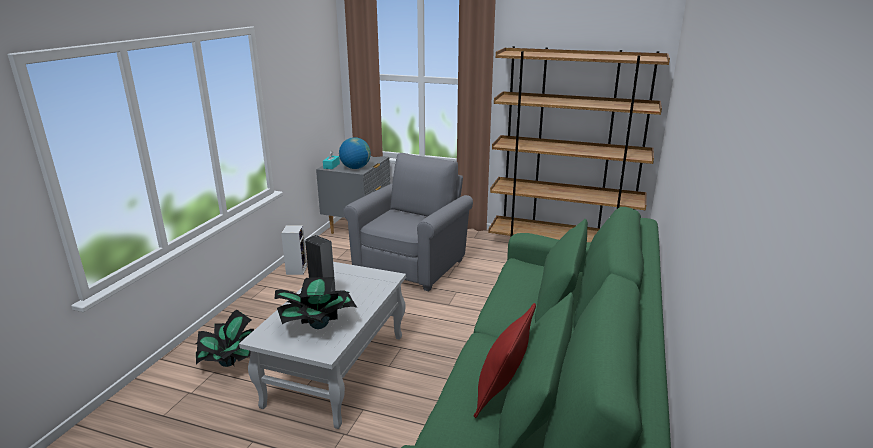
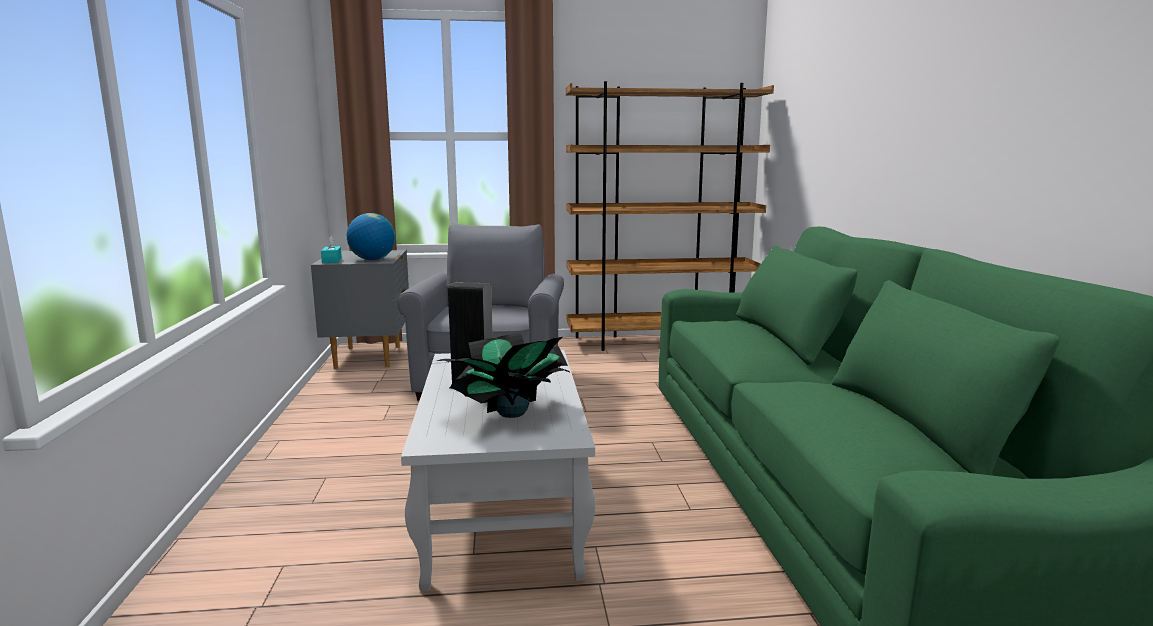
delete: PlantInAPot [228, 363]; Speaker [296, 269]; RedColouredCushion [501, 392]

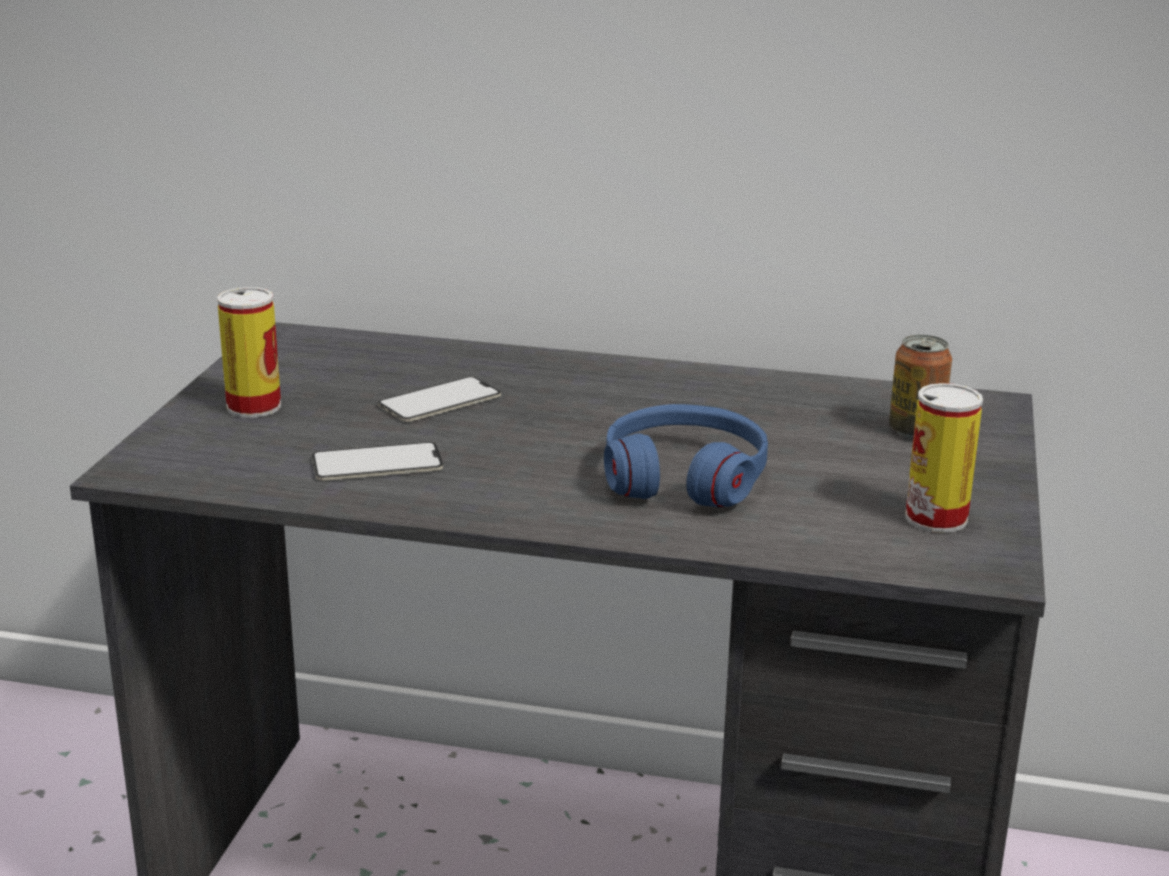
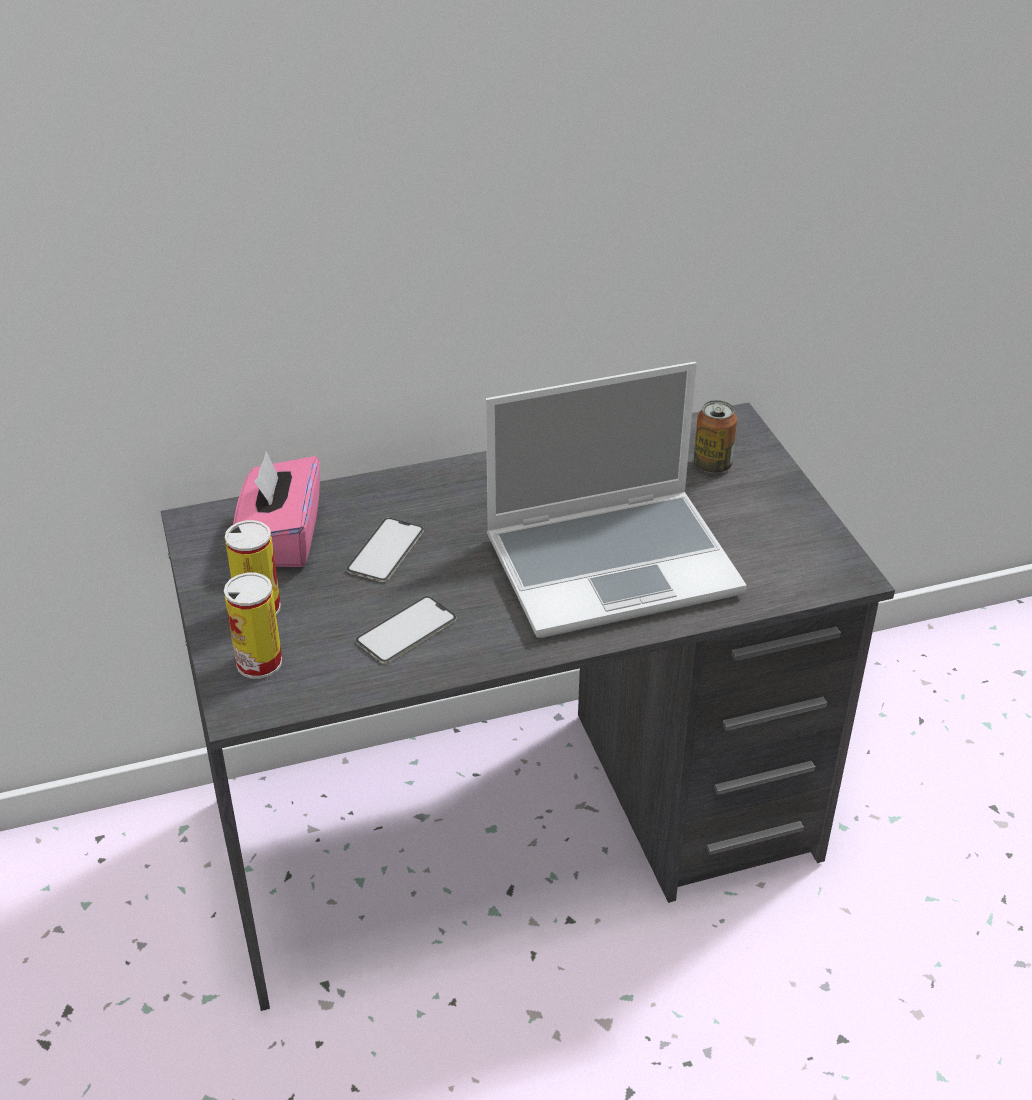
insert: PinkTissueHolder [281, 539]
move: MetalCan [936, 518] to [259, 662]
replace: BluishHeadphones [684, 477] to NotebookComputer [614, 564]

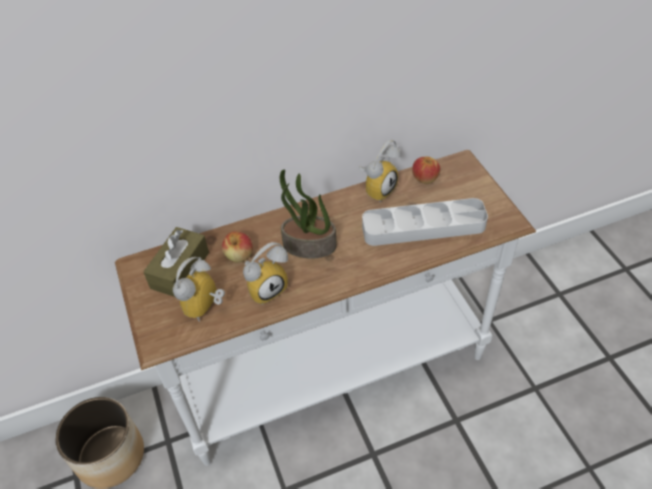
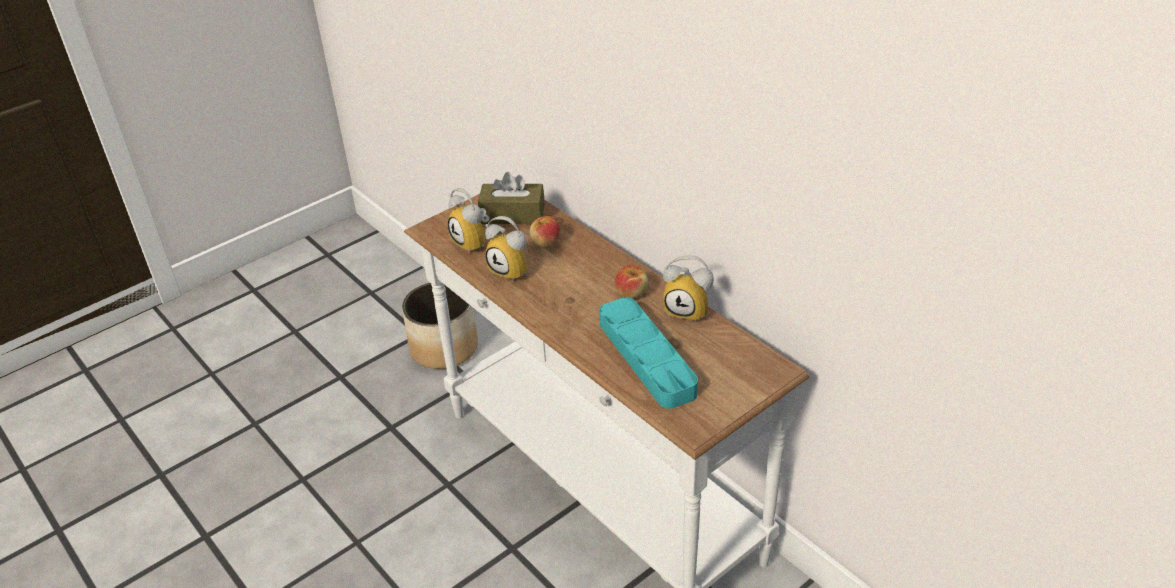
delete: PlantInAPot [308, 246]
move: AppleFruit [425, 178] to [631, 292]
recolor: GreyishCarryingTray [423, 227] to TurquoiseCarryingTray [646, 357]
rotate: AlarmClock [206, 309] = [474, 242] 135 degrees counterclockwise

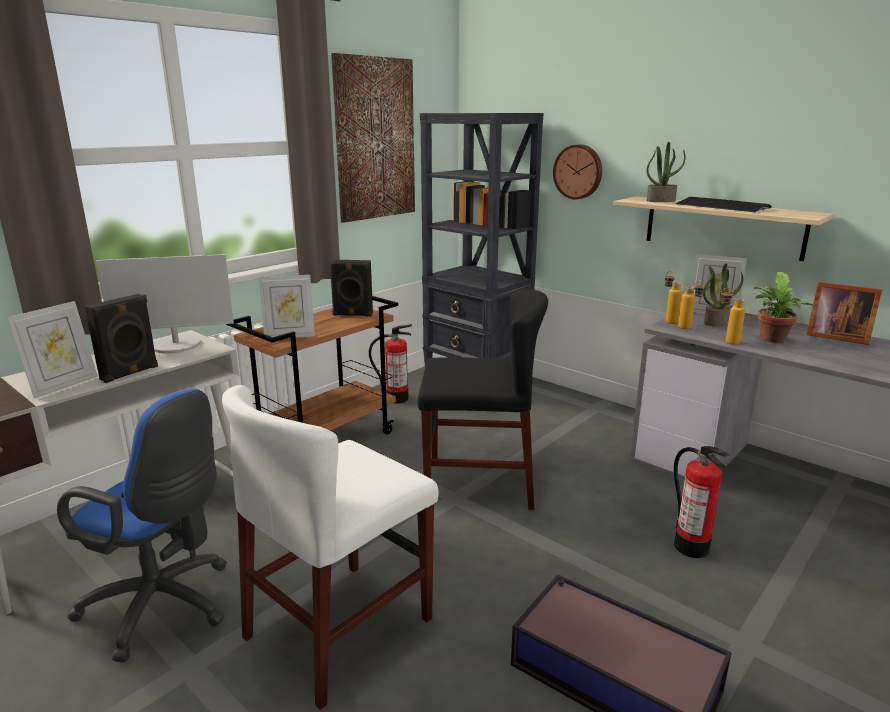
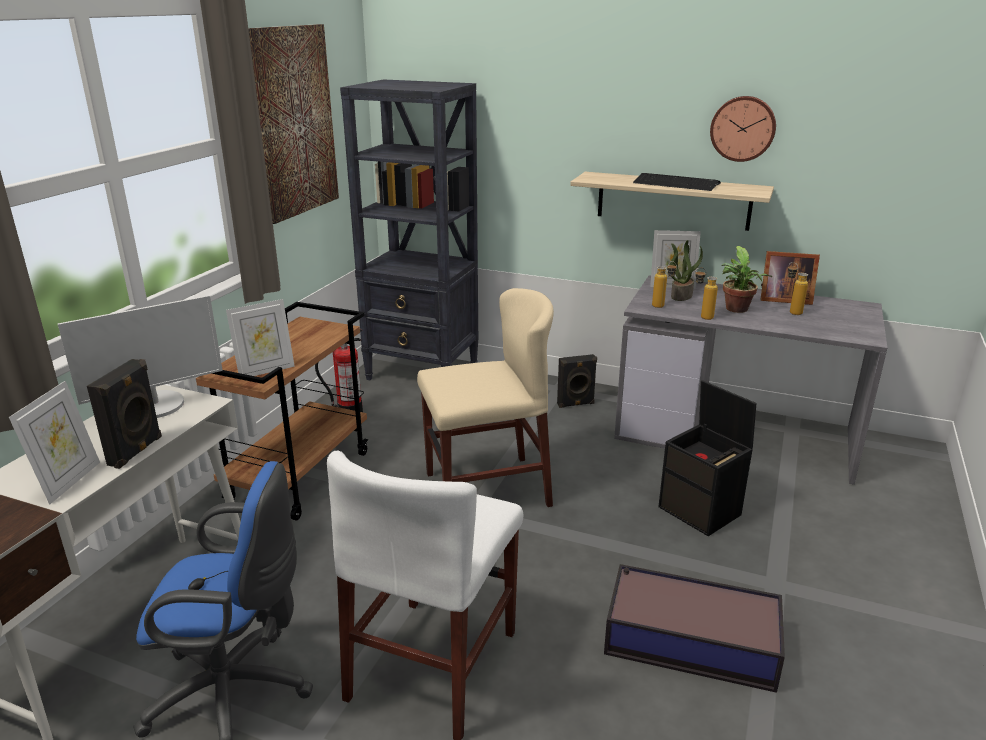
delete: PlantInAPot [661, 200]
move: BlackColouredSpeaker [352, 315] to [576, 404]; WallClock [578, 172] to [743, 128]; BeverageBottle [668, 321] to [791, 311]
replace: FireFightingCylinder [691, 547] to BlackColouredStorageBox [701, 511]
recolor: BlackColouredChair [479, 482] to SandColouredChair [487, 489]

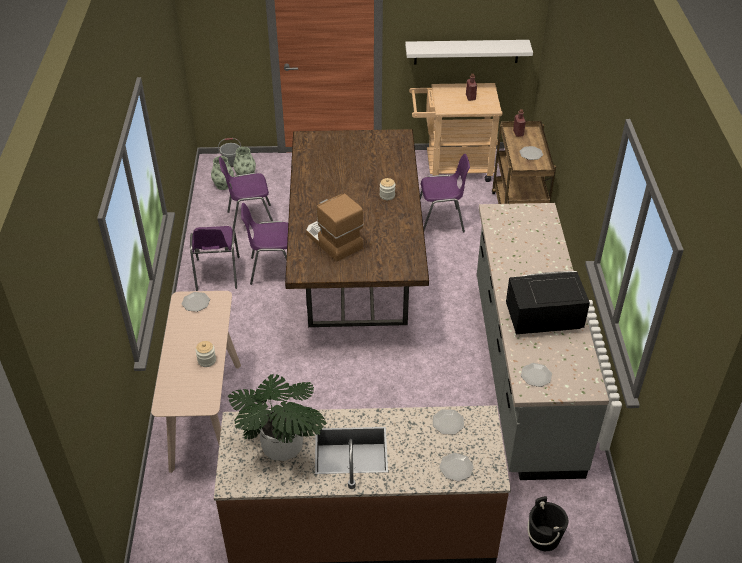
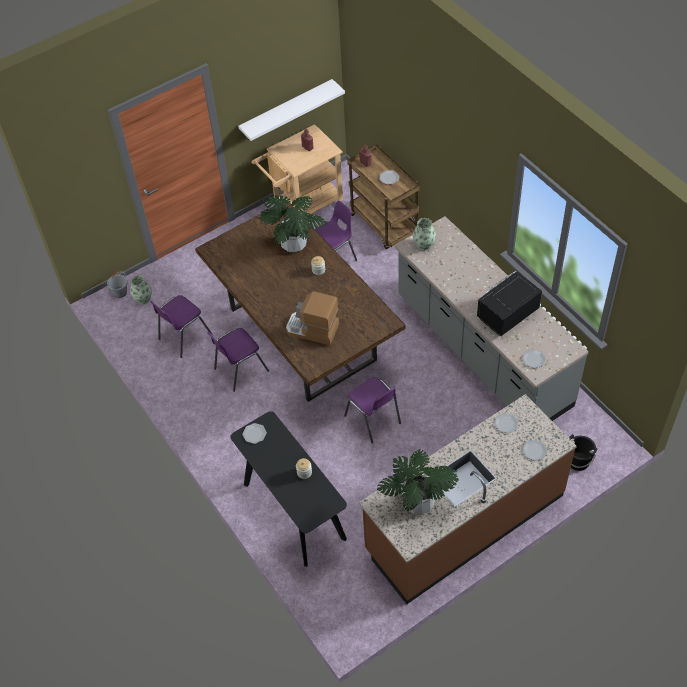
insert: PlantInAPot [294, 244]
move: PurplishChair [217, 275] to [373, 420]; DecorativeVase [223, 185] to [424, 244]
recolor: SandColouredConsoleTable [206, 415] to BlackColouredConsoleTable [293, 511]

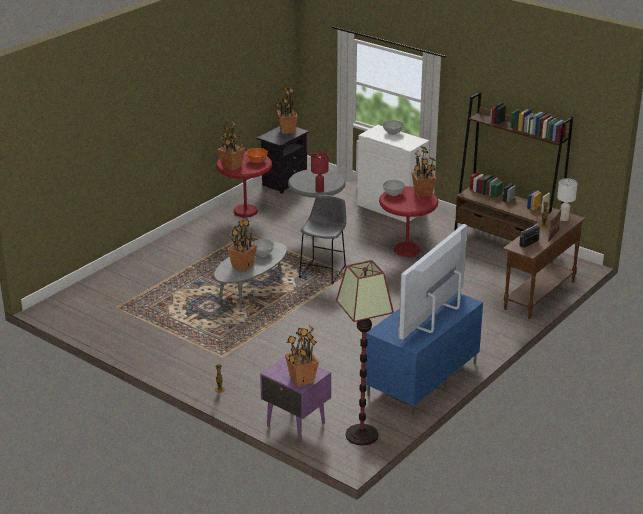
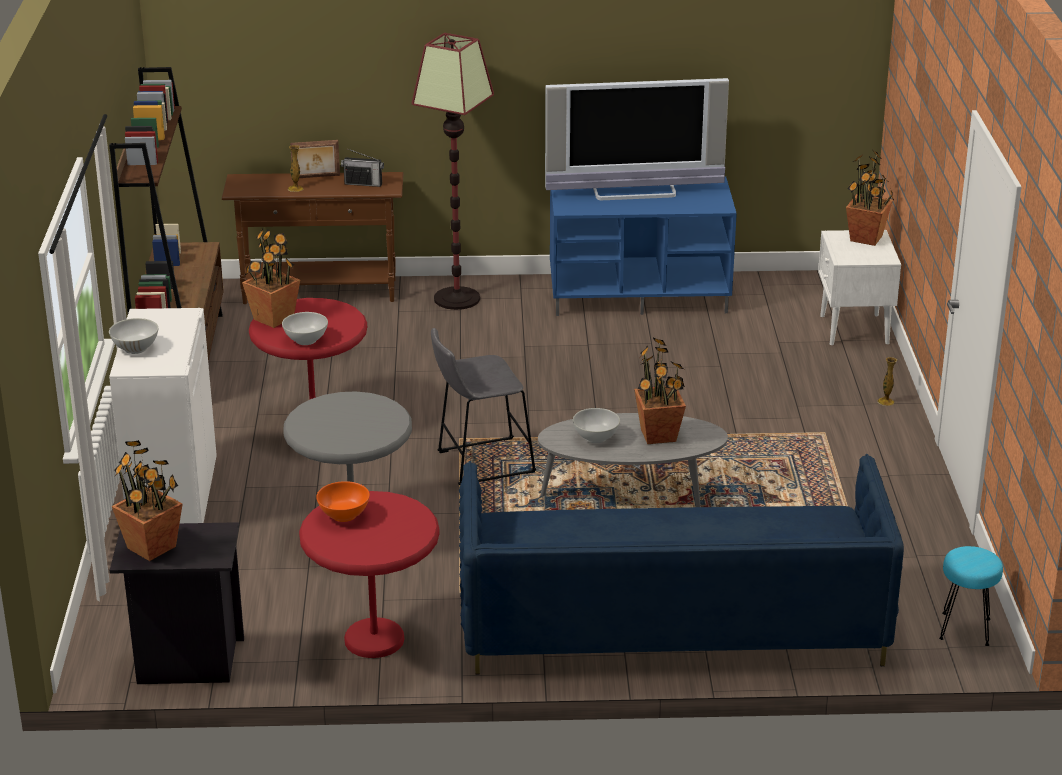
delete: PlantInAPot [231, 167]; RedColouredTableLamp [319, 190]; WhiteColouredTableLamp [564, 219]
insert: BluishSettee [671, 623]; TurquoiseSittingStool [964, 630]
move: StandingLamp [361, 435] to [457, 299]
recolor: PurplishNightstand [295, 423] to WhiteColouredNightstand [853, 330]

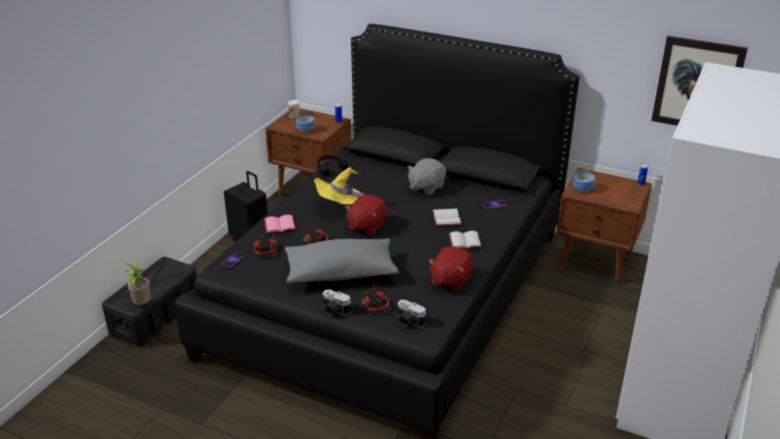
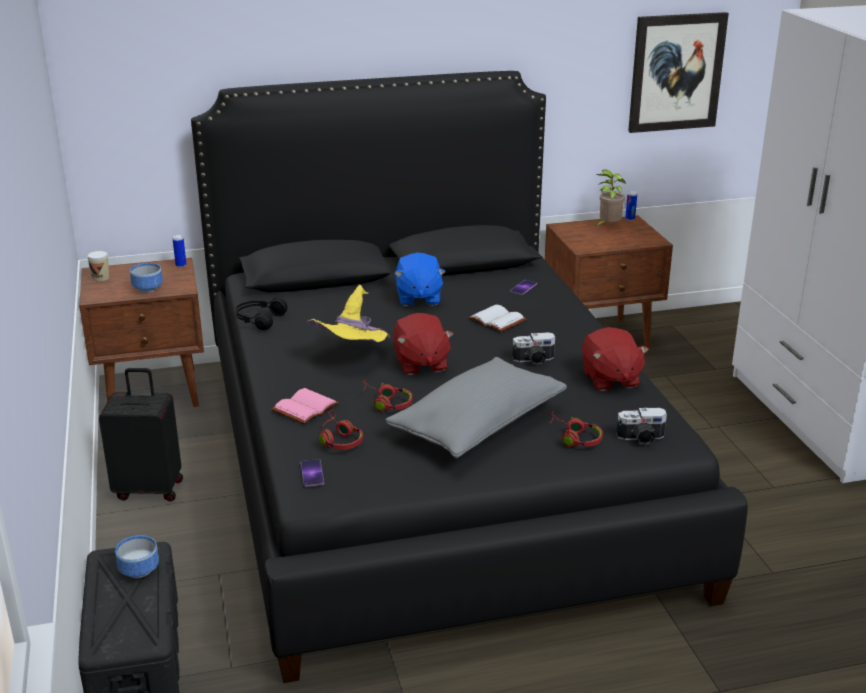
delete: WhiteColouredVolume [465, 241]
move: PlantInAPot [142, 305] to [608, 227]; PhotoCamera [334, 310] to [534, 360]; ServingBowl [583, 189] to [140, 569]
recolor: GreyishCuddlyToy [426, 187] to BluishCuddlyToy [418, 298]

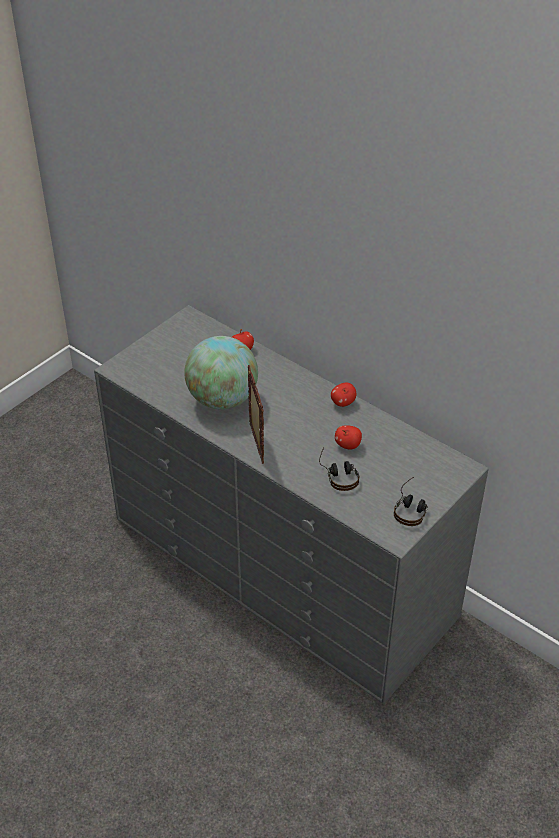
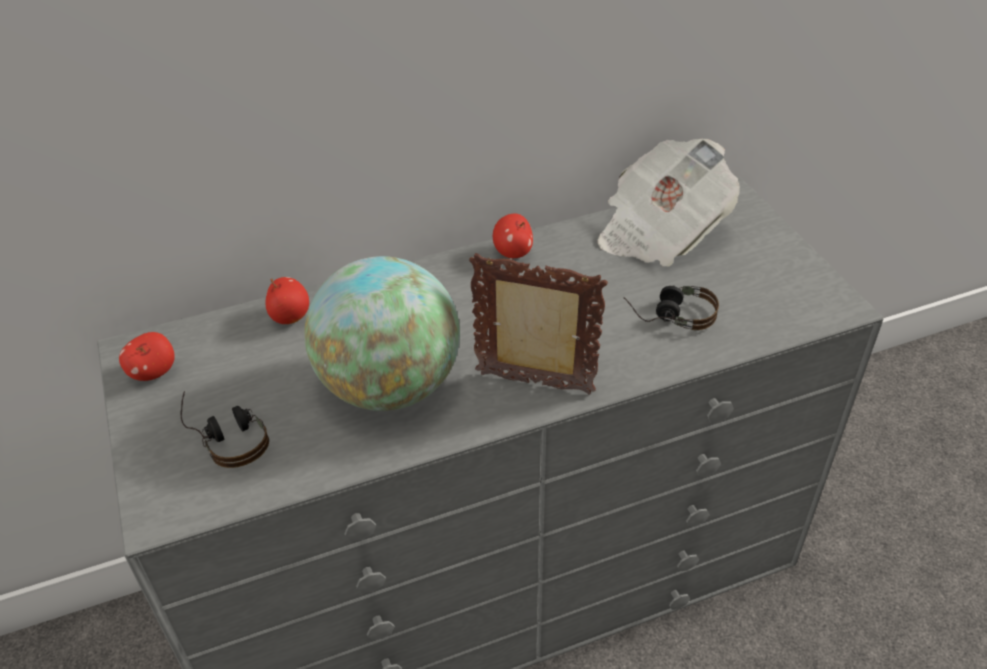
insert: Newspaper [660, 231]
move: AppleFruit [348, 445] to [153, 372]; Headphones [411, 508] to [227, 435]

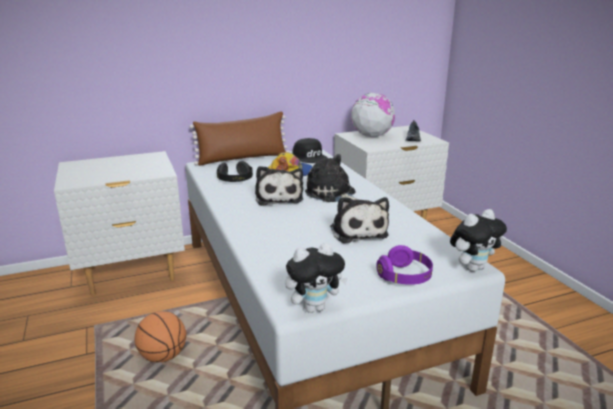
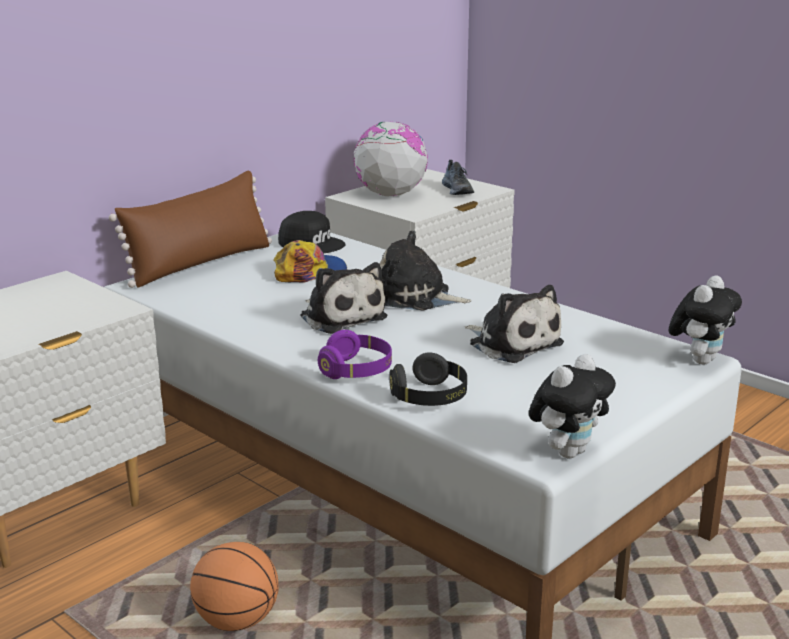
move: BlackColouredHeadphones [235, 180] to [429, 398]; PurplishHeadphones [405, 277] to [356, 371]

